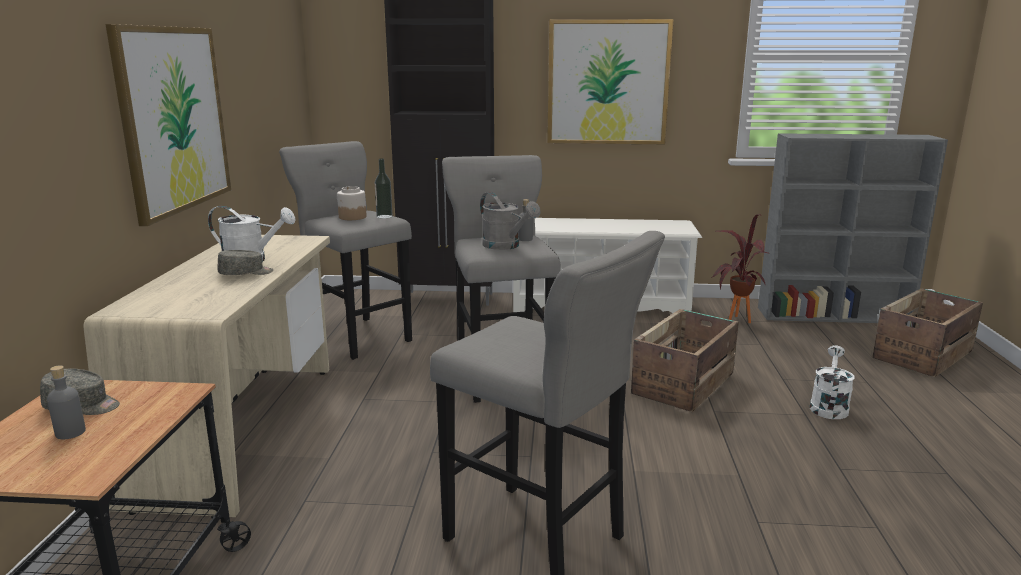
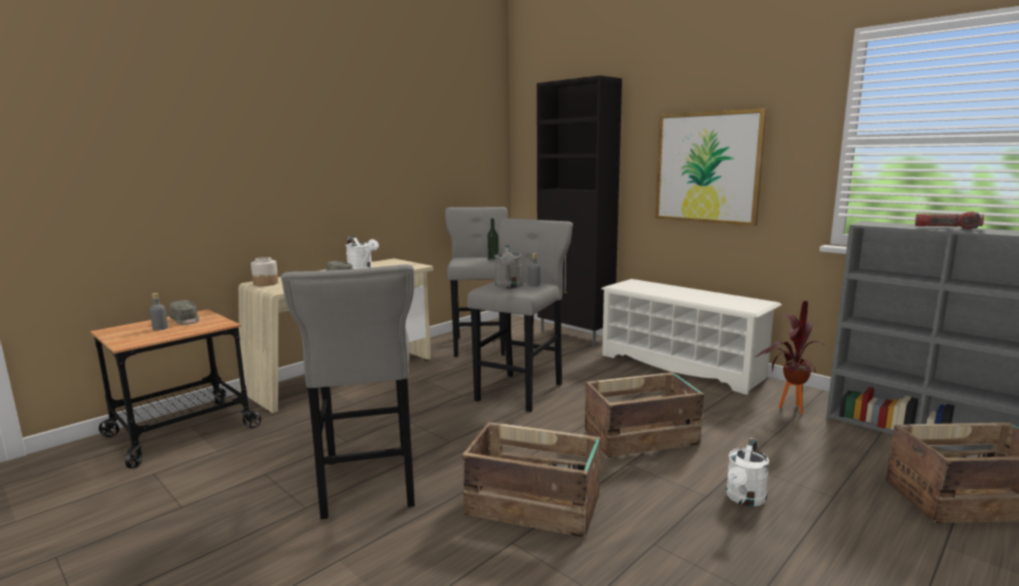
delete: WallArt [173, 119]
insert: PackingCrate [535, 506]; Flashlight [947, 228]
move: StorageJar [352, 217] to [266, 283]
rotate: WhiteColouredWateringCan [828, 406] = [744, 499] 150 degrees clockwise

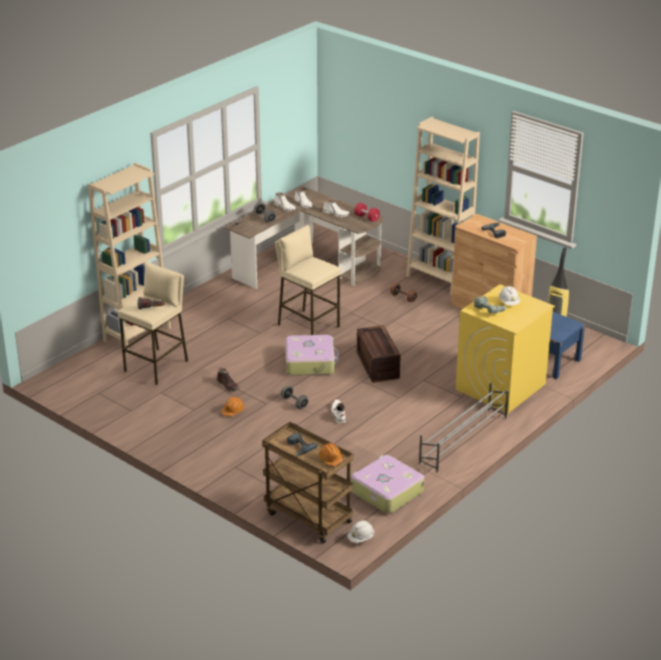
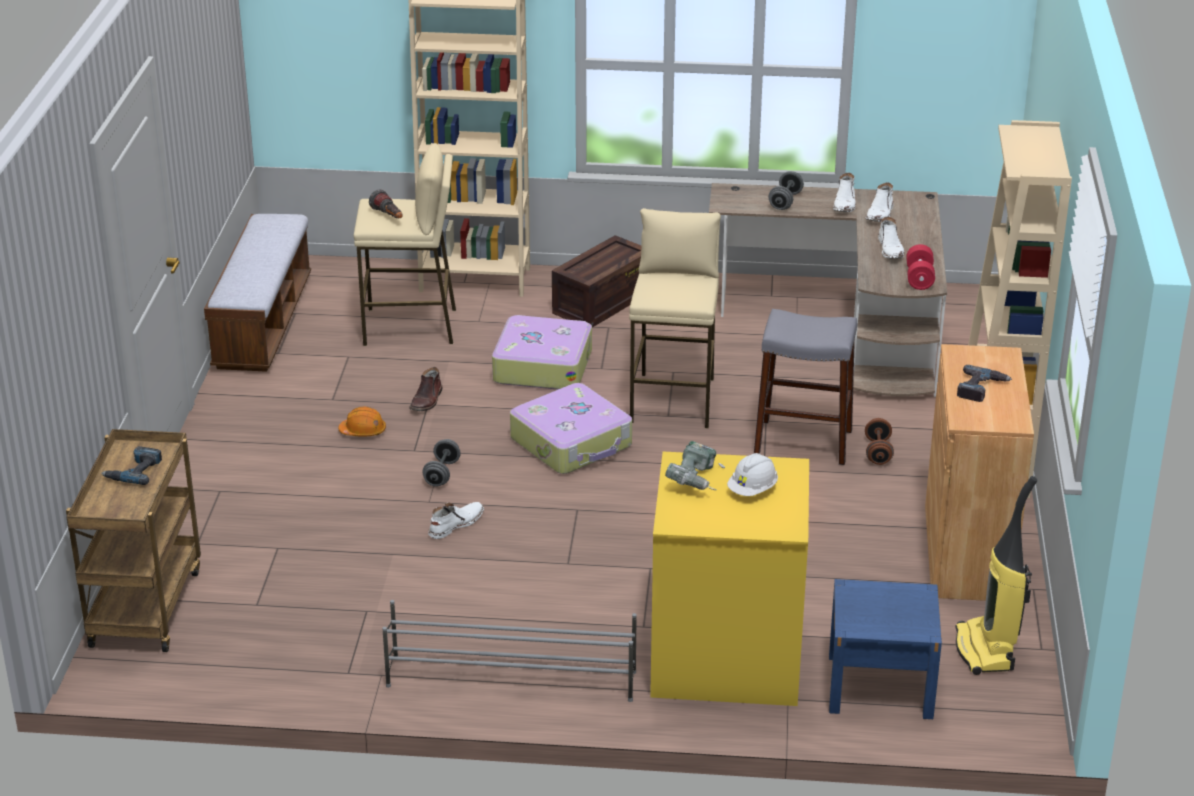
delete: OrangeColouredSafetyHelmet [331, 459]; WhiteColouredSafetyHelmet [361, 538]
insert: LongSeat [263, 323]; GreyishSittingStool [803, 442]
move: TravelCase [386, 492] to [542, 366]; PackingCrate [379, 365] to [602, 303]

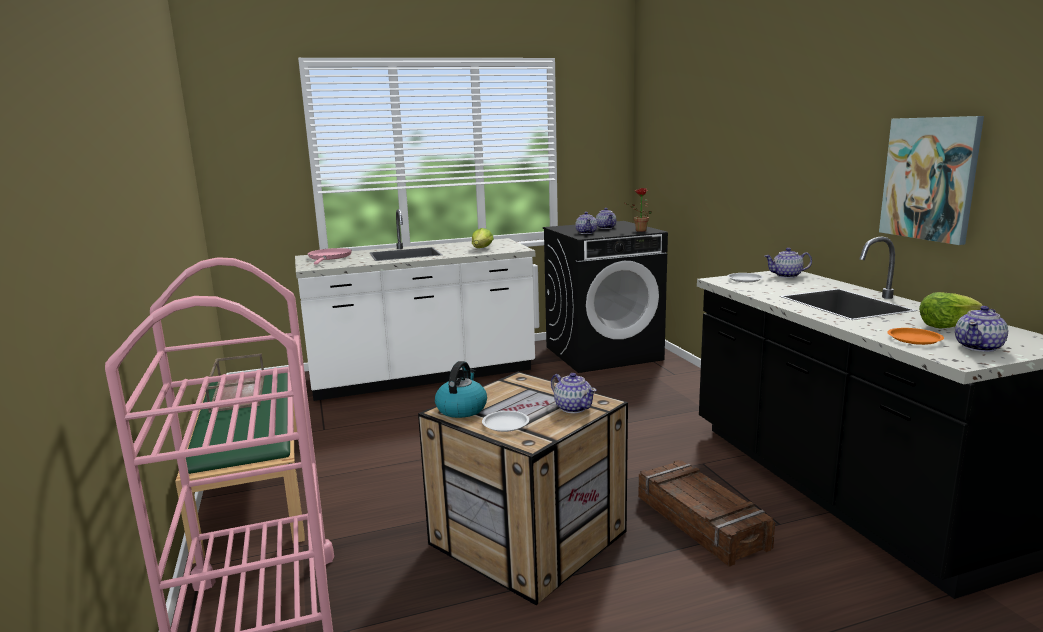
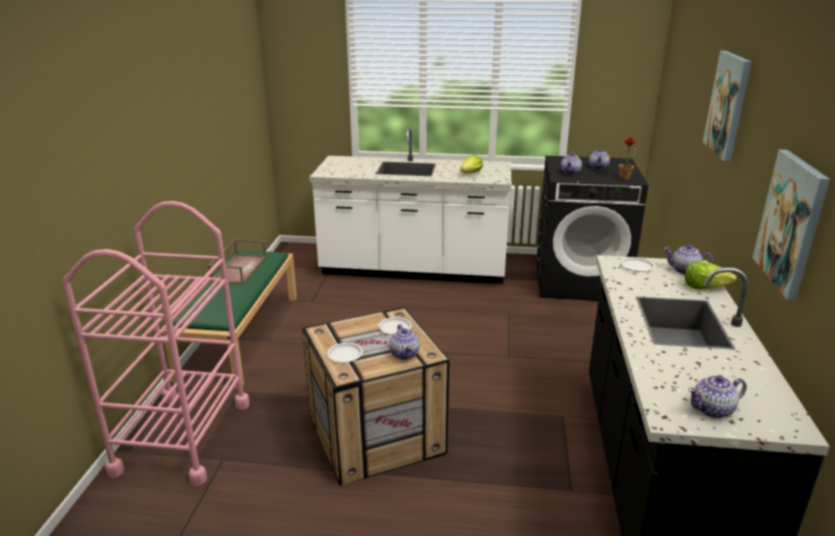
delete: PinkFryingPan [329, 257]; Kettle [461, 409]; PackingCrate [701, 521]; OrangeColouredFlatDish [915, 339]
insert: WhiteColouredFlatDish [395, 328]; WallArt [728, 104]
move: LettuceHead [946, 325] to [704, 287]

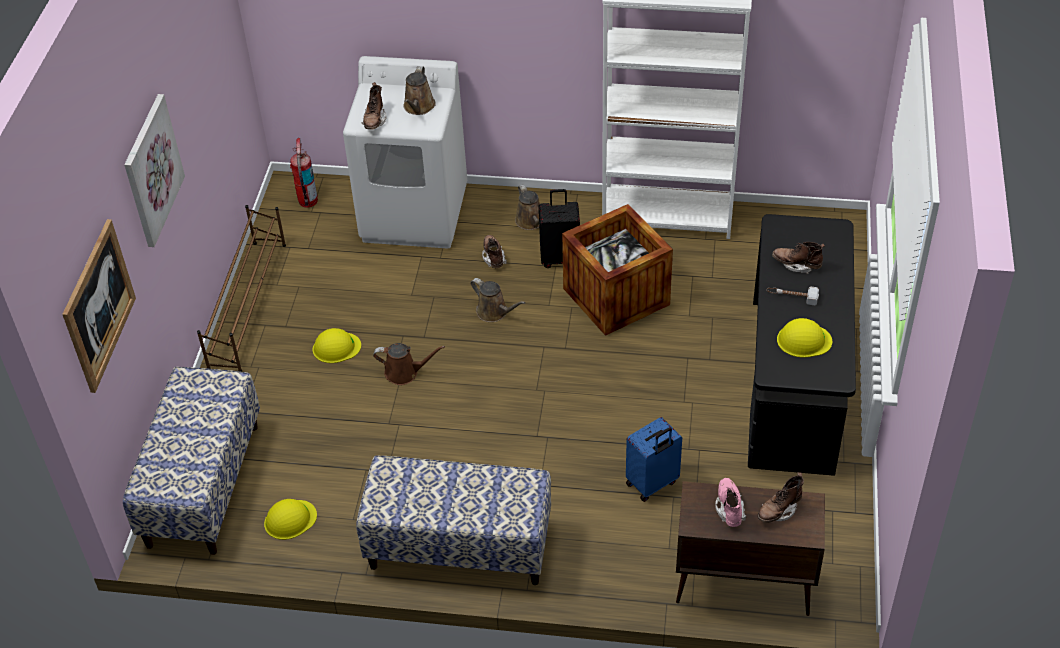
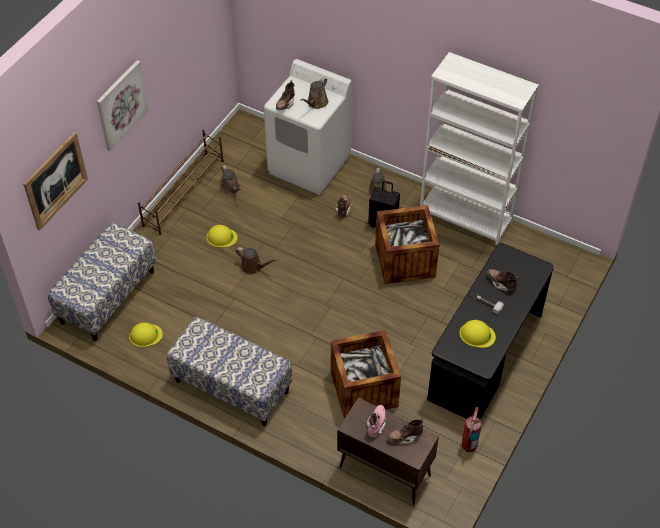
move: FireFightingCylinder [307, 201] to [468, 445]; BrownishWateringCan [494, 312] to [231, 189]
replace: BluishTravelCase [652, 484] to PackingCrate [364, 389]

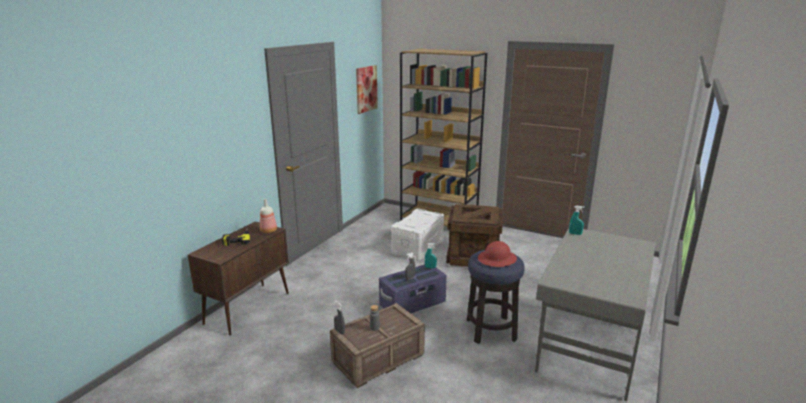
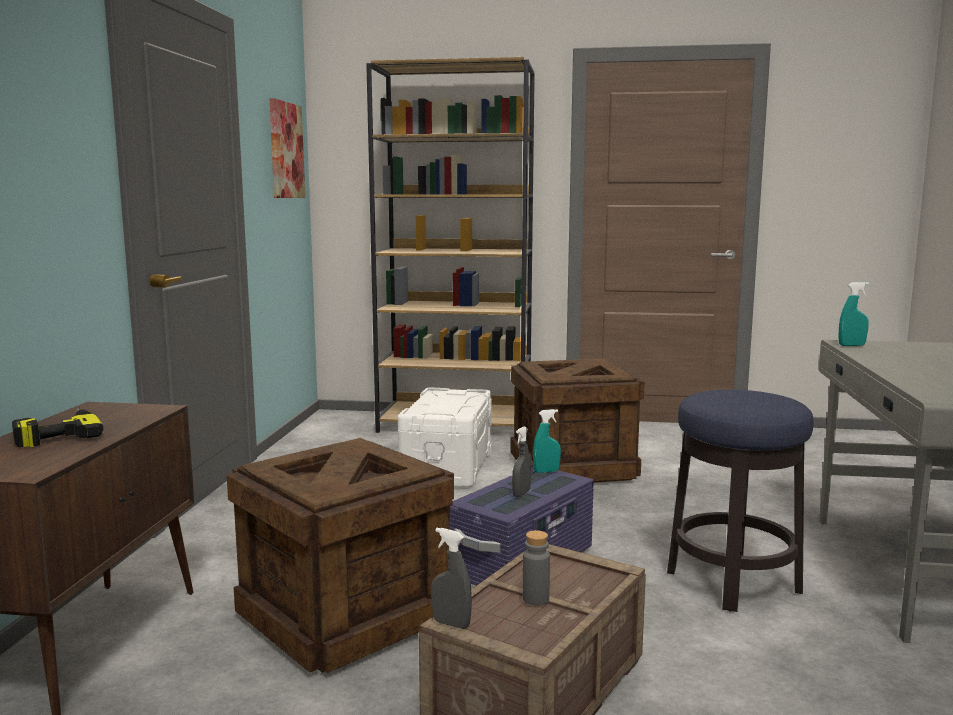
delete: BeverageBottle [269, 231]; RedColouredSafetyHelmet [497, 259]
insert: PackingCrate [344, 615]

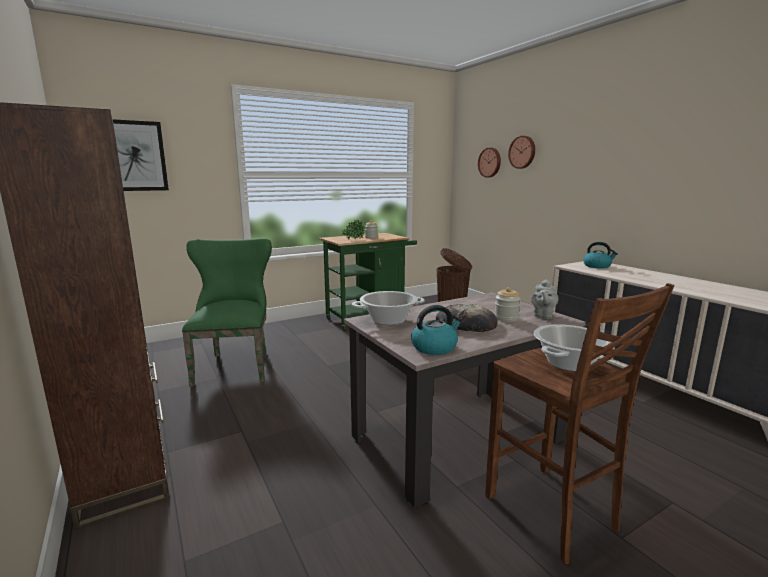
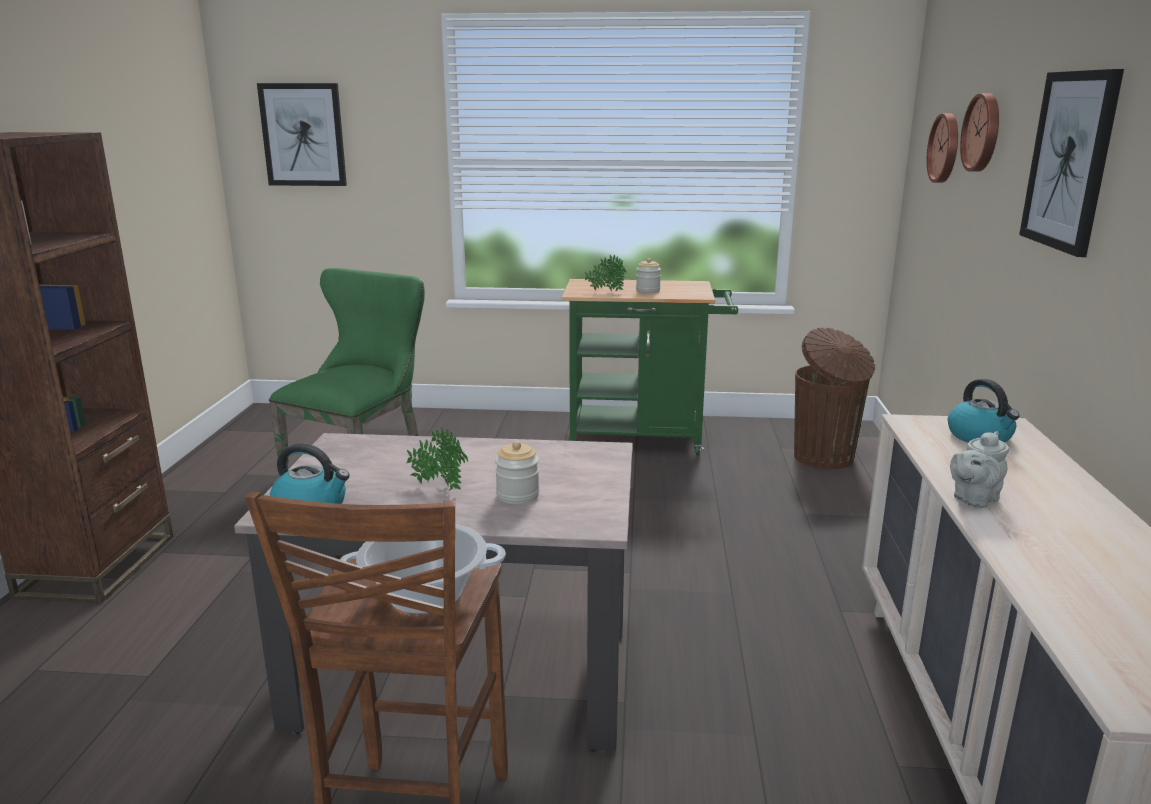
delete: CookingPot [388, 320]
insert: WallArt [1070, 161]
move: GreyishTeaPot [542, 315] to [973, 499]
replace: BakedBread [465, 324] to PlantInAPot [438, 486]

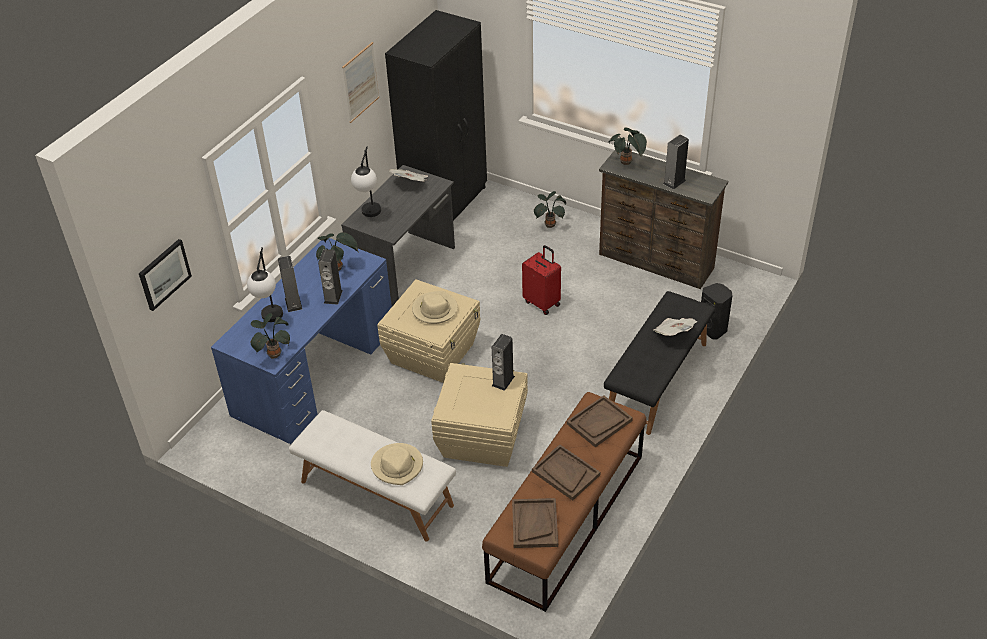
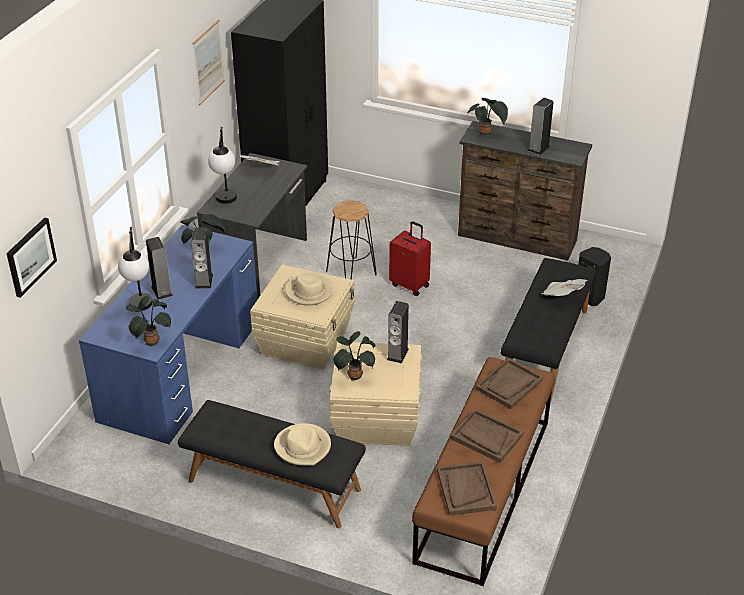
insert: BlackColouredSittingStool [351, 273]
move: PlantInAPot [549, 224] to [354, 375]
recolor: WhiteColouredLongSeat [376, 494] to BlackColouredLongSeat [273, 485]

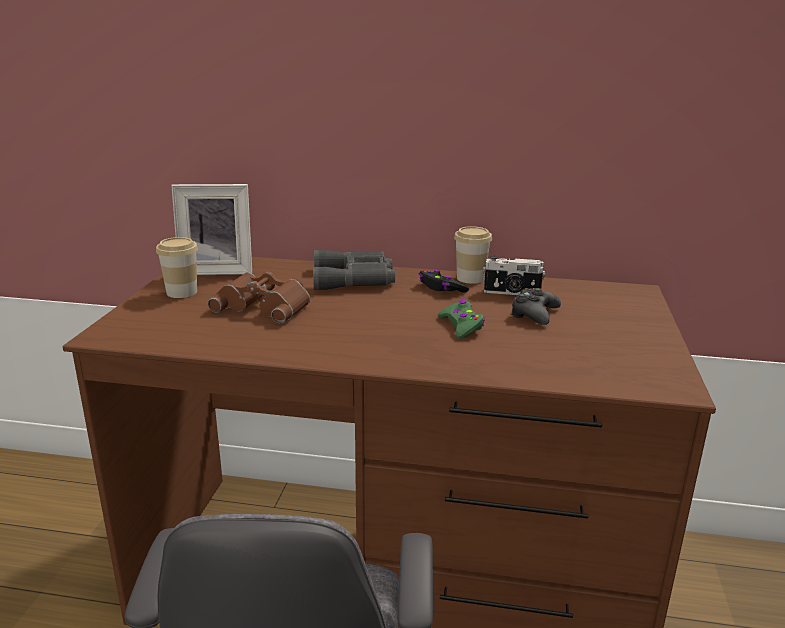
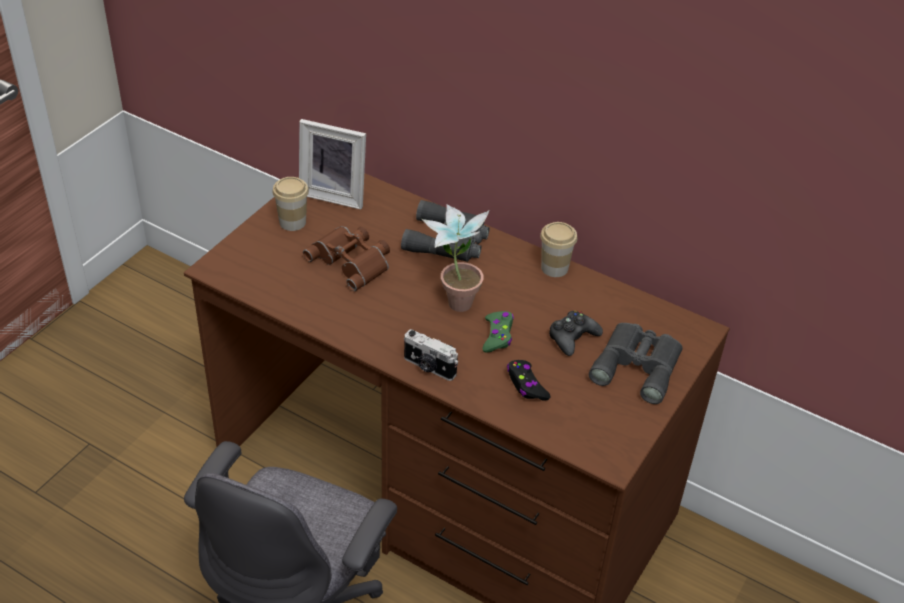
insert: PlantInAPot [455, 298]; GreyishFieldGlasses [638, 365]
move: BlackColouredJoypad [441, 288] to [526, 385]; PhotoCamera [512, 293] to [429, 367]

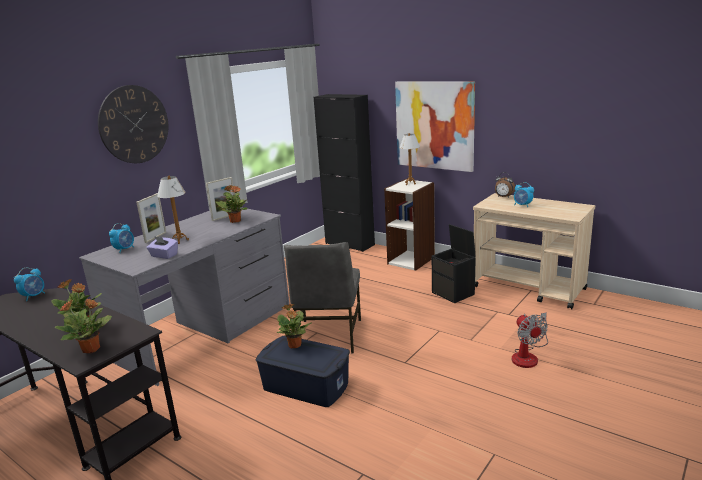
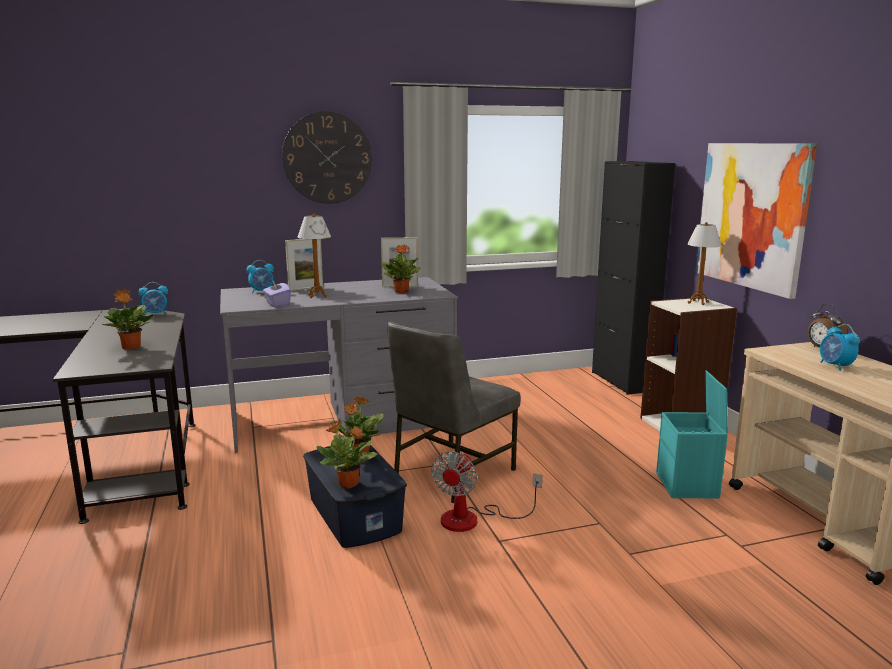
move: PlantInAPot [92, 349] to [349, 484]; CoolingFan [528, 356] to [472, 519]
recolor: BlackColouredStorageBox [454, 293] to TurquoiseStorageBox [688, 485]

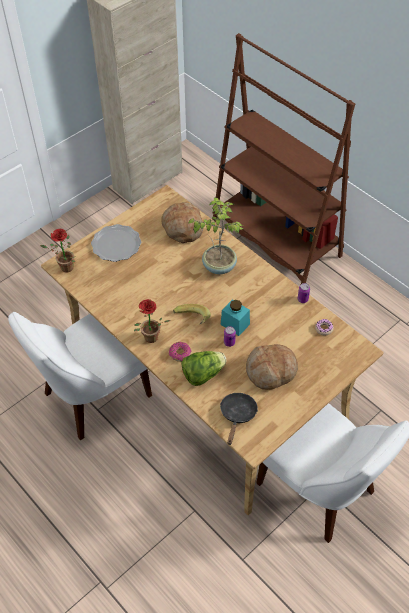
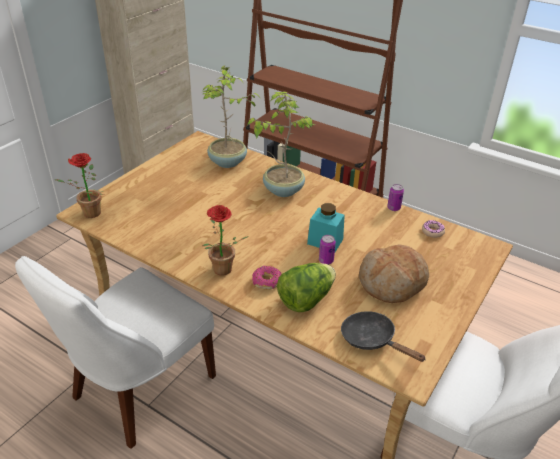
delete: FlatDish [116, 245]; WholeBanana [192, 321]
replace: BakedBread [182, 228] to PlantInAPot [227, 162]
rotate: BlackColouredFryingPan [237, 415] = [372, 340] 45 degrees counterclockwise

